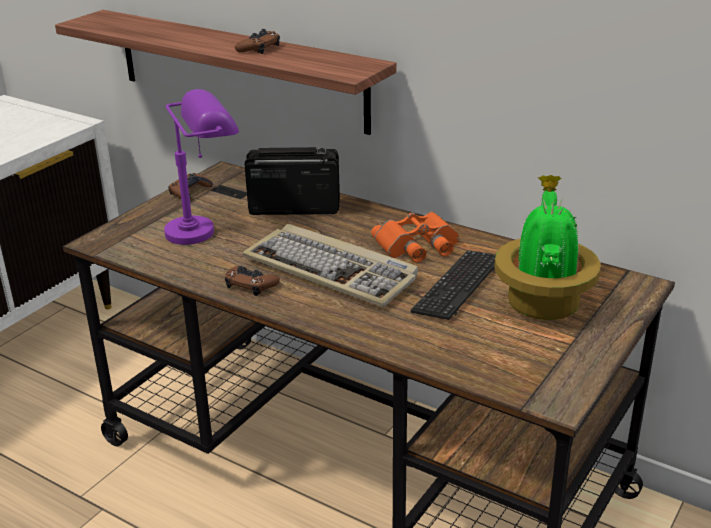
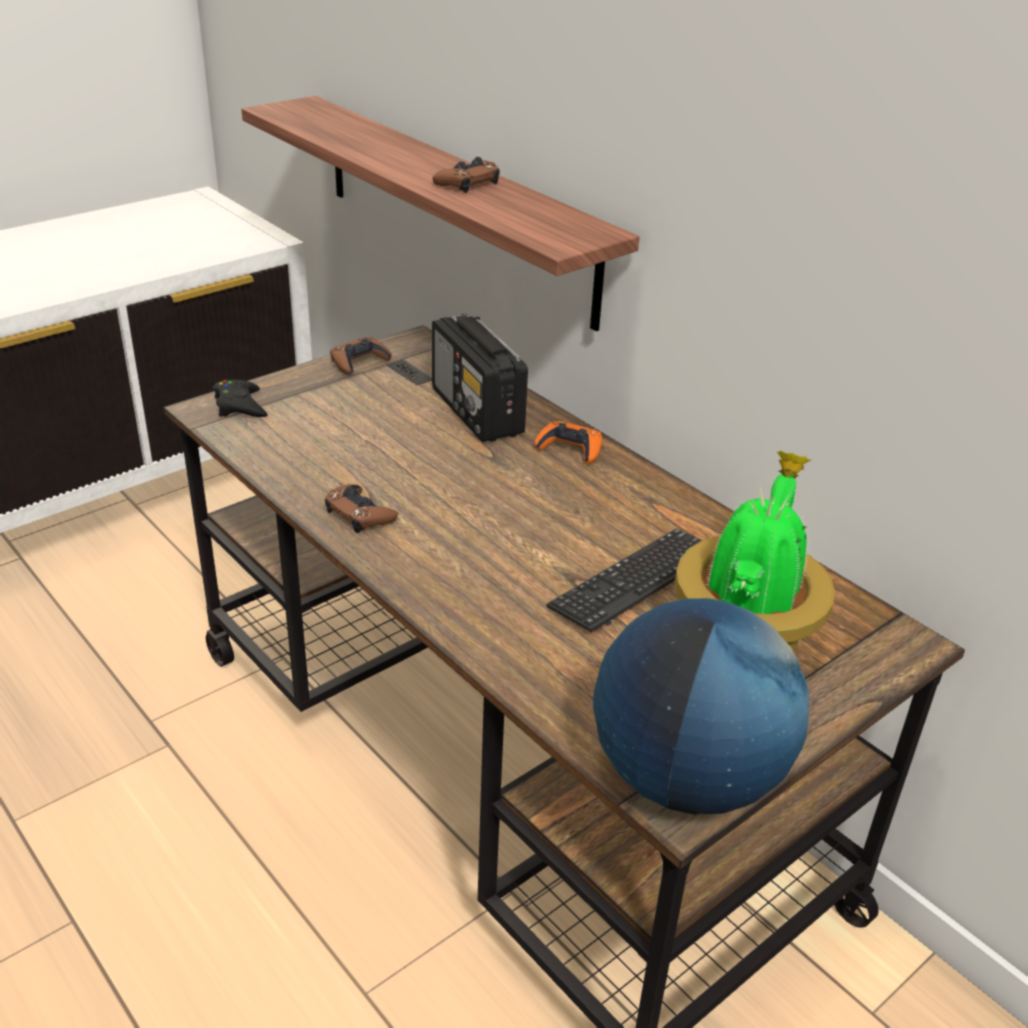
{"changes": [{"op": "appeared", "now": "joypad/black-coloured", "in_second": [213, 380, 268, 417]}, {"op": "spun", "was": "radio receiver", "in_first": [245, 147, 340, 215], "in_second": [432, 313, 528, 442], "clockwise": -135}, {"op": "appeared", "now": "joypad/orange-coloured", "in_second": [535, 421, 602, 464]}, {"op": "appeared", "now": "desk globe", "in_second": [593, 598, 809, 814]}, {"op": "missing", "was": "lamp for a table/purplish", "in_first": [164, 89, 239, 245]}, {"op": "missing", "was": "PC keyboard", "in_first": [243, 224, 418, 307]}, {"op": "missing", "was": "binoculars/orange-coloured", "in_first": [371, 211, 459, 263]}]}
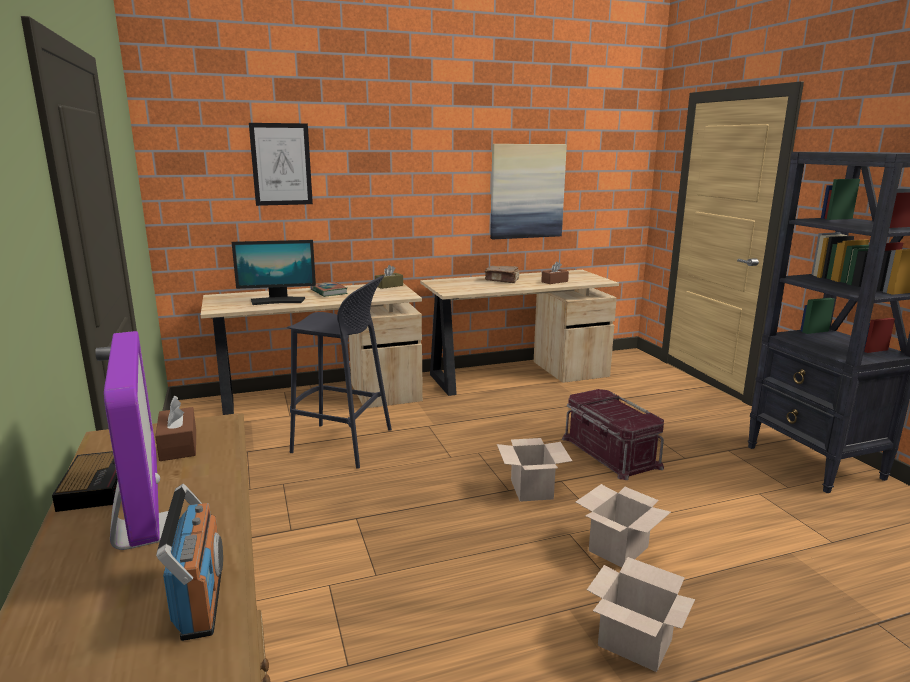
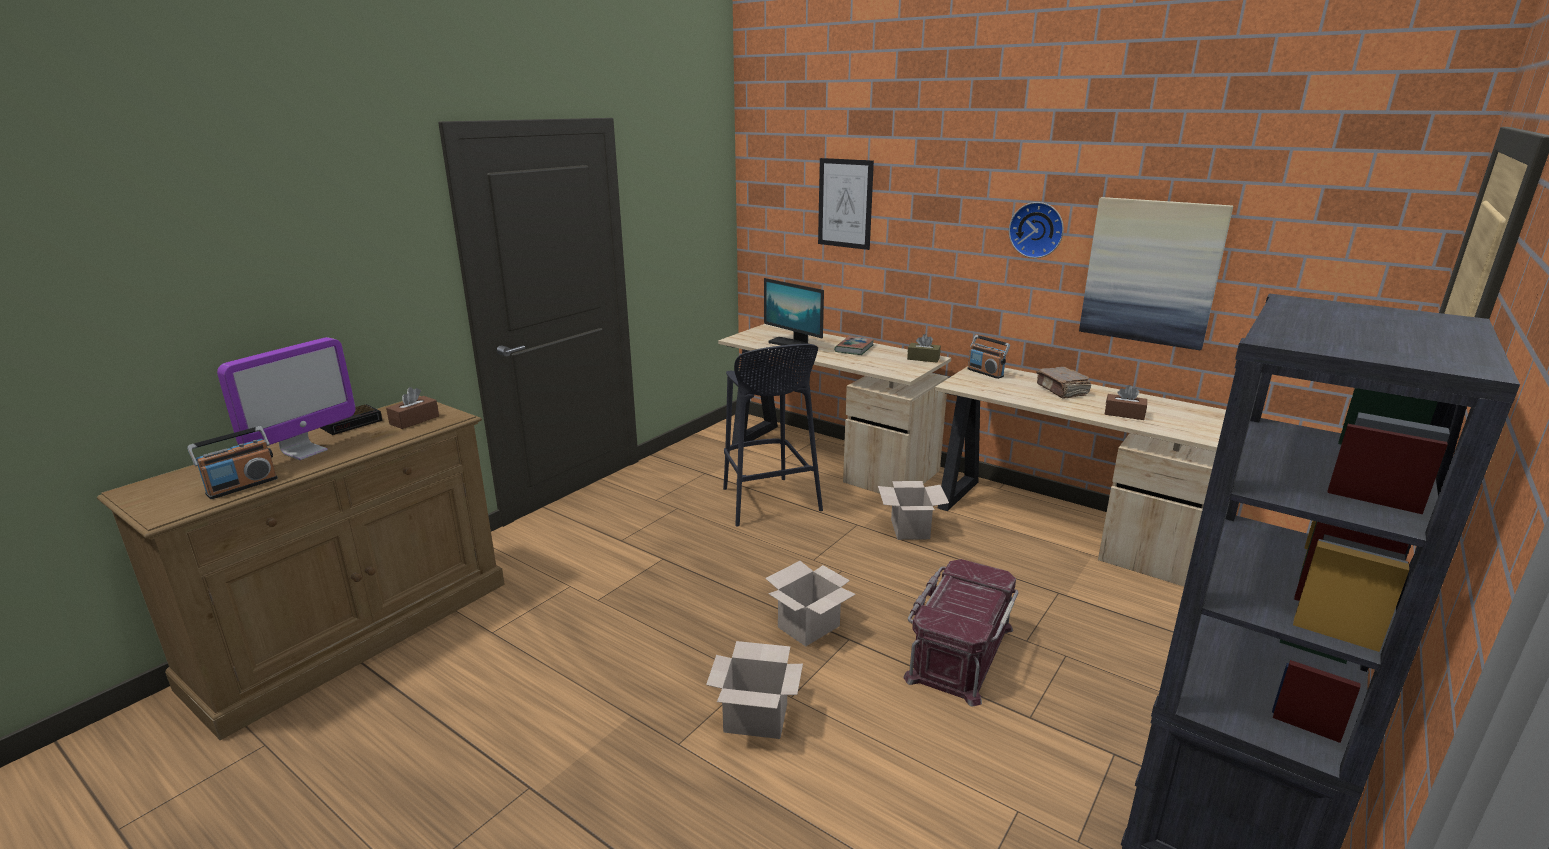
{"changes": [{"op": "relocated", "was": "carton", "in_first": [587, 557, 695, 672], "in_second": [878, 481, 949, 540]}, {"op": "appeared", "now": "radio receiver", "in_second": [967, 335, 1010, 379]}, {"op": "appeared", "now": "clock on the wall", "in_second": [1009, 202, 1064, 258]}]}
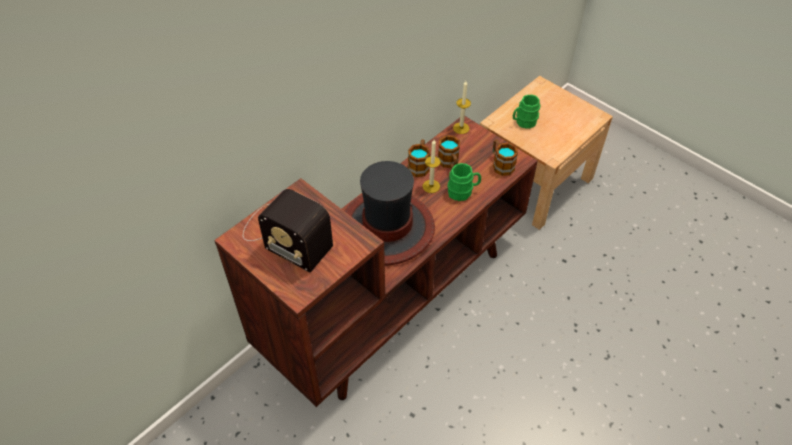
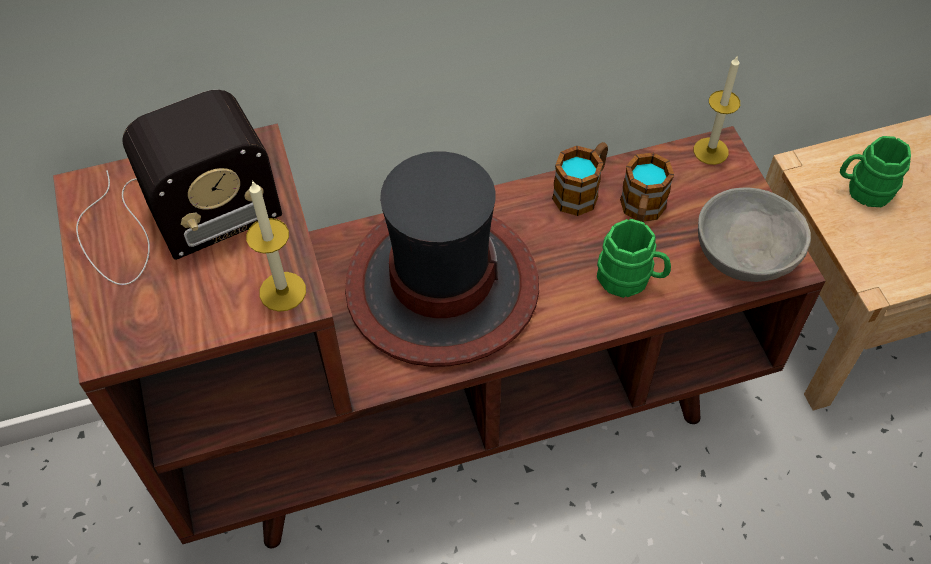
{"changes": [{"op": "spun", "was": "radio receiver", "in_first": [243, 189, 333, 272], "in_second": [76, 90, 282, 285], "clockwise": -90}, {"op": "relocated", "was": "wax light", "in_first": [422, 140, 441, 193], "in_second": [246, 180, 306, 312]}, {"op": "exchanged", "was": "coffee mug", "now": "serving bowl/grey", "in_first": [493, 140, 518, 176], "in_second": [698, 187, 811, 282]}]}
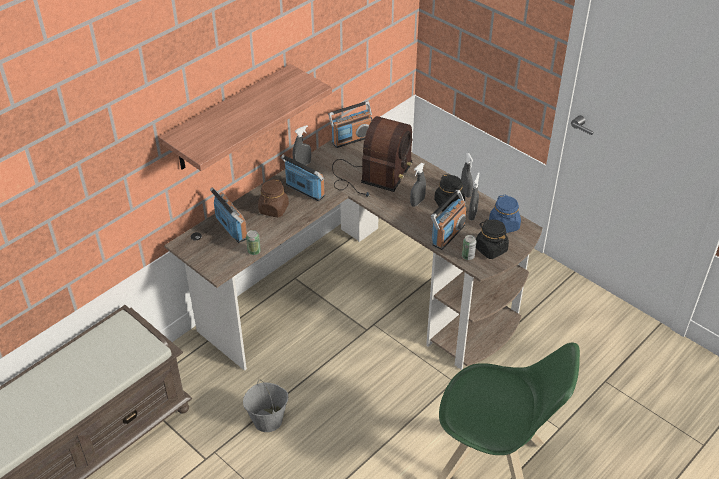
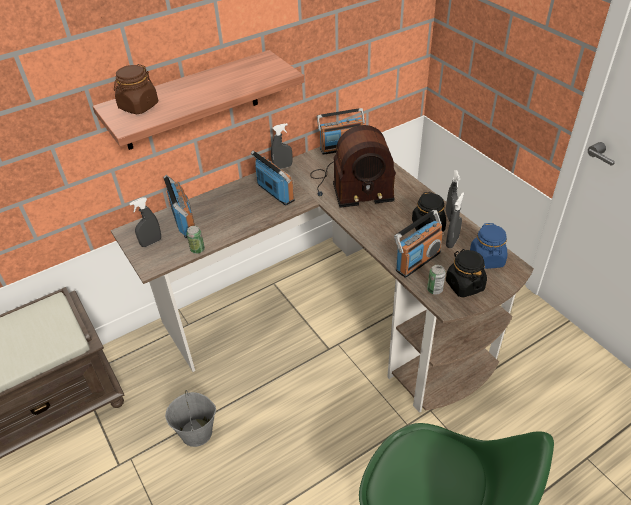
{"changes": [{"op": "relocated", "was": "storage jar/brownish", "in_first": [258, 179, 289, 217], "in_second": [114, 64, 158, 114]}, {"op": "relocated", "was": "sprayer/grey", "in_first": [410, 163, 426, 207], "in_second": [129, 197, 161, 247]}, {"op": "spun", "was": "radio receiver", "in_first": [332, 116, 413, 197], "in_second": [310, 125, 396, 208], "clockwise": 45}]}
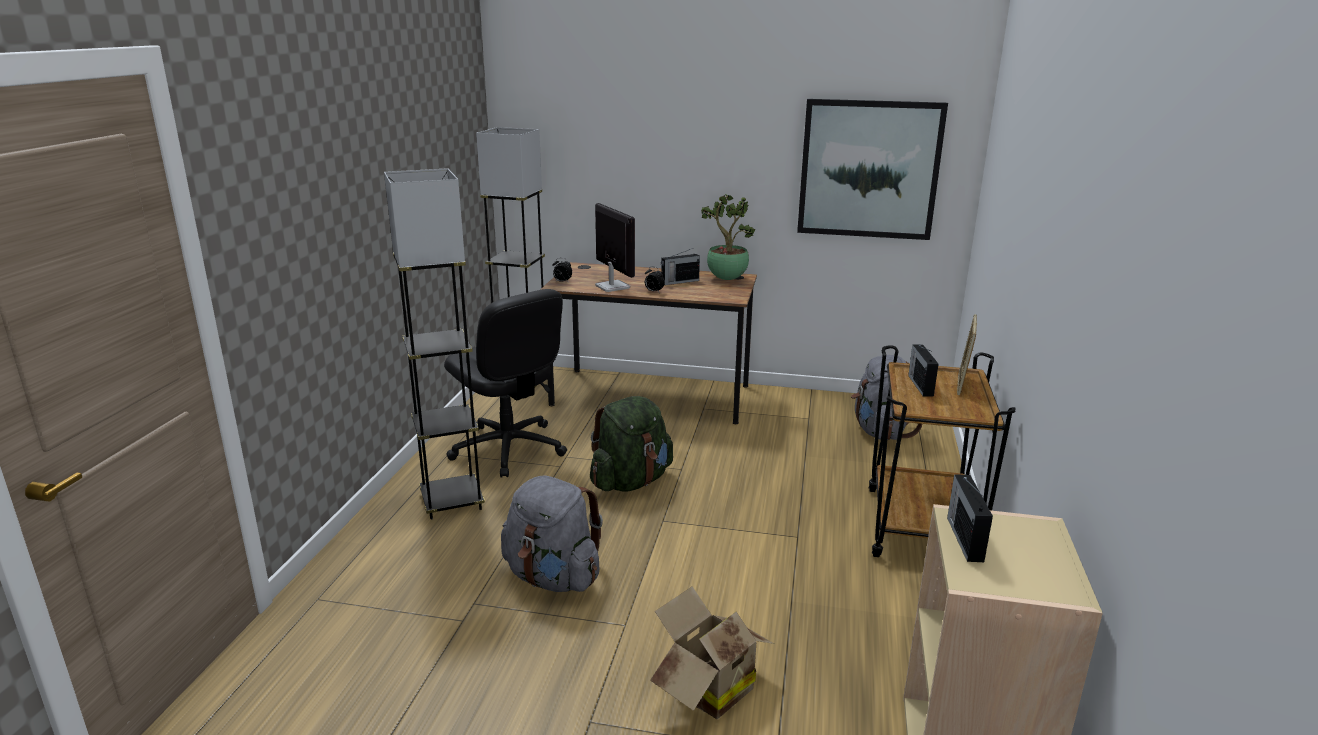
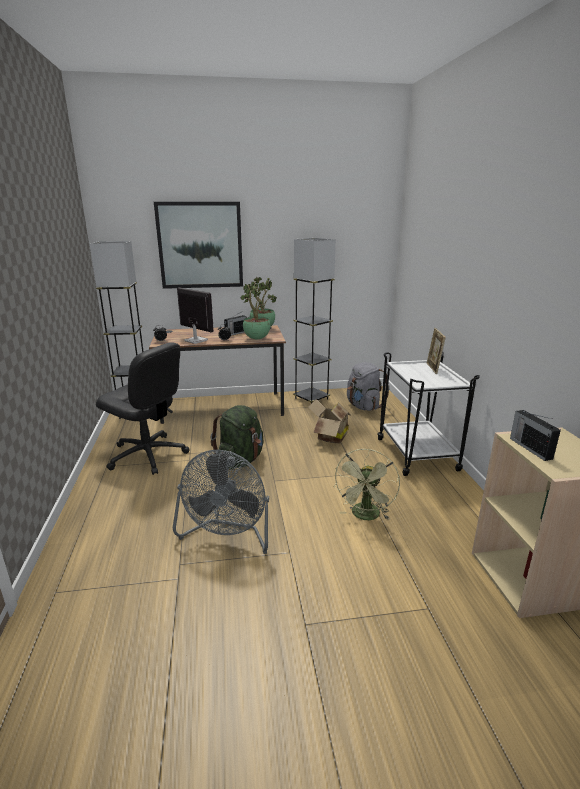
{"changes": [{"op": "relocated", "was": "wall art", "in_first": [797, 99, 948, 240], "in_second": [154, 202, 243, 289]}, {"op": "exchanged", "was": "knapsack/grey", "now": "electric fan/grey", "in_first": [501, 476, 603, 592], "in_second": [173, 449, 269, 554]}, {"op": "appeared", "now": "potted plant", "in_second": [240, 284, 270, 339]}, {"op": "relocated", "was": "standard lamp/grey", "in_first": [384, 168, 485, 519], "in_second": [293, 238, 336, 403]}, {"op": "relocated", "was": "carton", "in_first": [650, 587, 774, 719], "in_second": [308, 399, 350, 444]}, {"op": "appeared", "now": "electric fan/greenish", "in_second": [334, 449, 400, 520]}, {"op": "colour", "was": "cart/brownish", "now": "cart/white-coloured", "in_first": [869, 345, 1016, 557], "in_second": [378, 352, 480, 476]}, {"op": "missing", "was": "radio receiver", "in_first": [908, 344, 938, 396]}]}
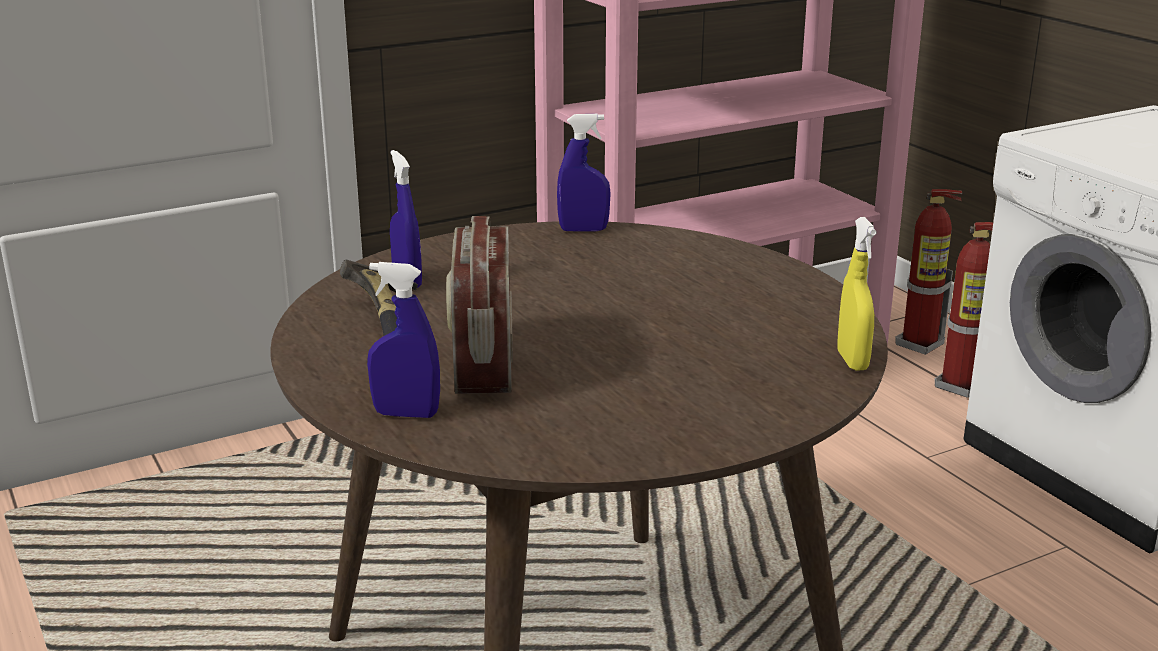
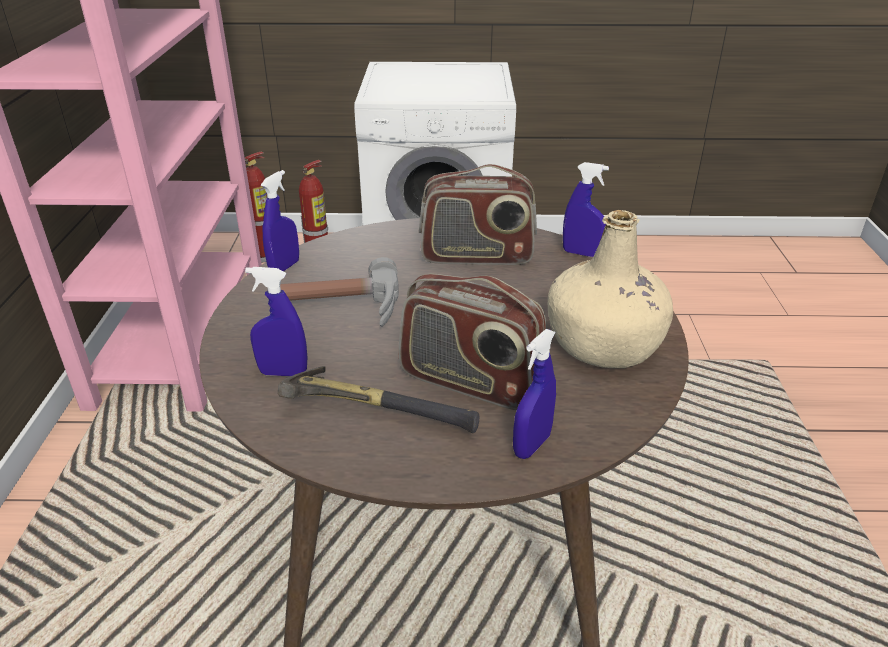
{"changes": [{"op": "appeared", "now": "hand hammer", "in_second": [280, 257, 399, 327]}, {"op": "appeared", "now": "radio receiver", "in_second": [419, 164, 537, 265]}, {"op": "appeared", "now": "drink bottle/sand-coloured", "in_second": [548, 210, 673, 368]}, {"op": "colour", "was": "sprayer/yellow", "now": "sprayer/blue-coloured", "in_first": [837, 217, 877, 371], "in_second": [563, 162, 609, 257]}]}
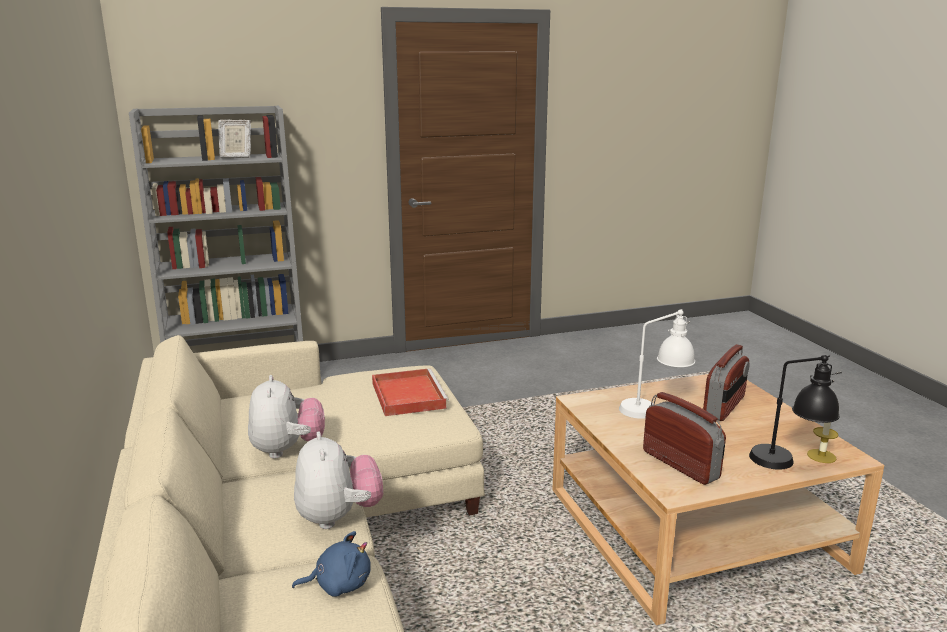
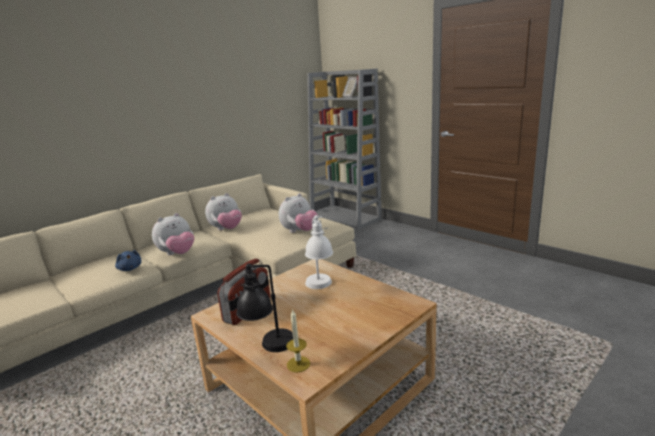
{"changes": [{"op": "exchanged", "was": "serving tray/reddish", "now": "plush toy", "in_first": [372, 368, 449, 416], "in_second": [279, 193, 318, 233]}, {"op": "missing", "was": "radio receiver", "in_first": [703, 344, 750, 421]}]}
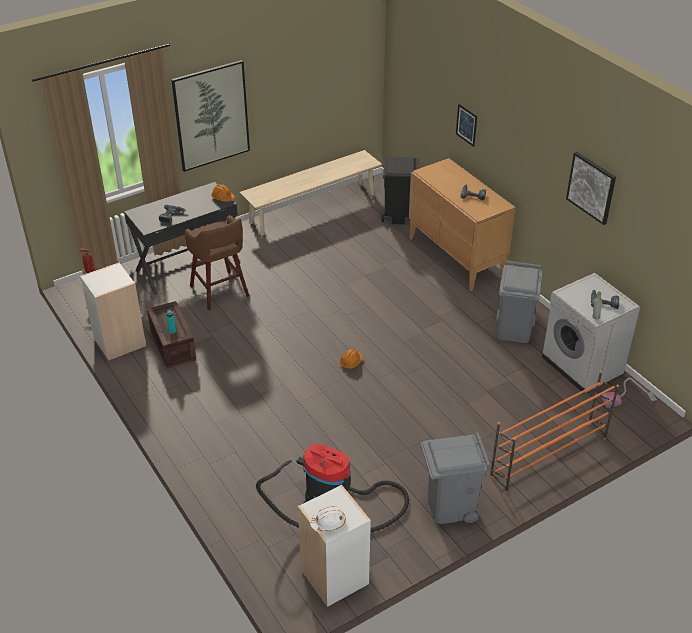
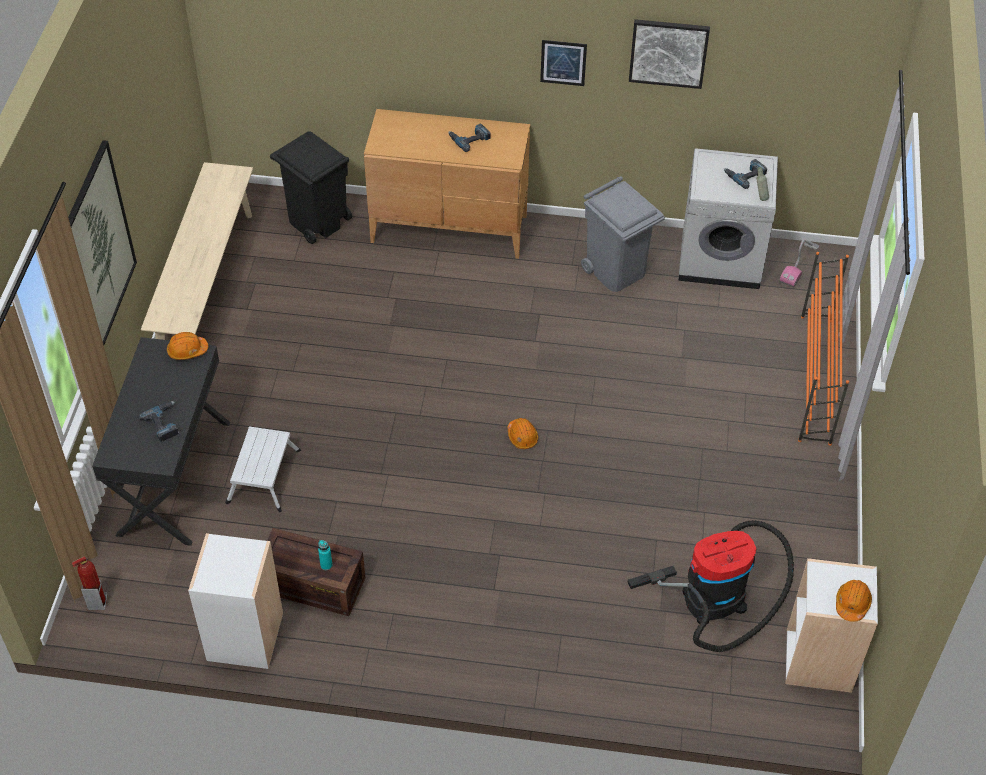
{"changes": [{"op": "exchanged", "was": "stool/brownish", "now": "stepladder/white-coloured", "in_first": [185, 215, 249, 310], "in_second": [225, 426, 301, 513]}, {"op": "relocated", "was": "wall art", "in_first": [456, 104, 477, 147], "in_second": [540, 40, 587, 86]}, {"op": "colour", "was": "hard hat/white-coloured", "now": "hard hat/orange-coloured", "in_first": [310, 506, 346, 532], "in_second": [836, 580, 872, 622]}, {"op": "missing", "was": "trash can/grey", "in_first": [421, 432, 490, 524]}]}
